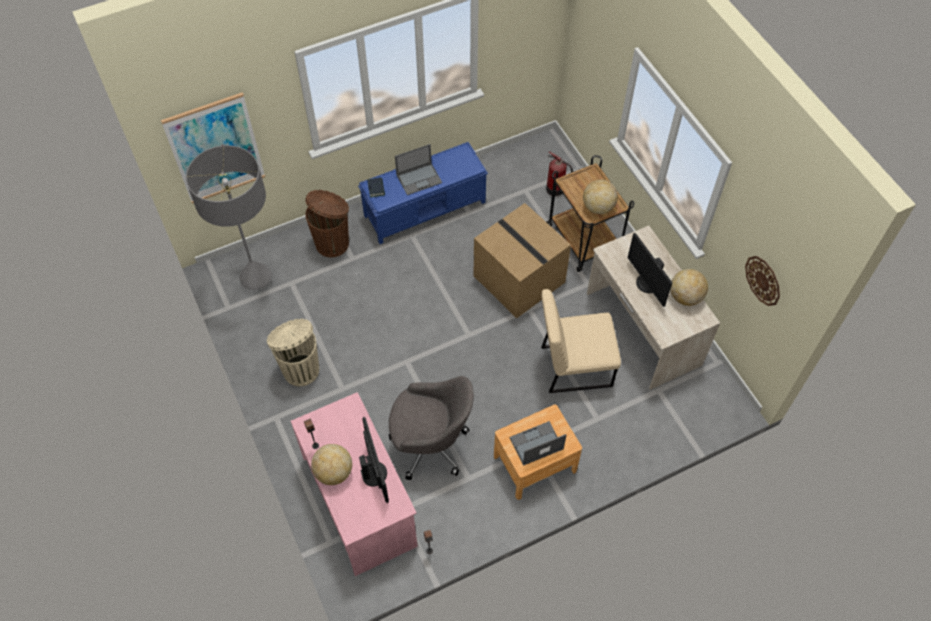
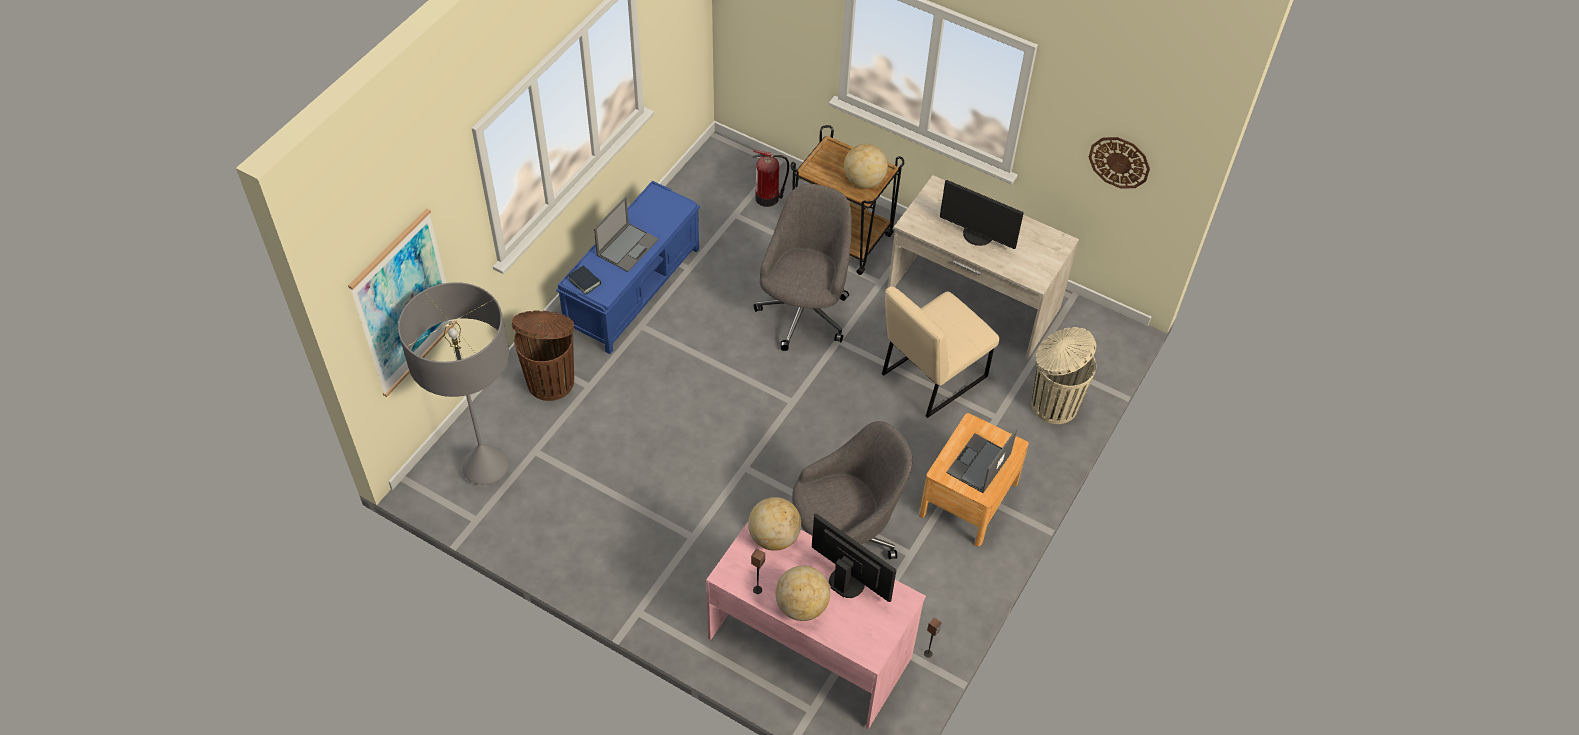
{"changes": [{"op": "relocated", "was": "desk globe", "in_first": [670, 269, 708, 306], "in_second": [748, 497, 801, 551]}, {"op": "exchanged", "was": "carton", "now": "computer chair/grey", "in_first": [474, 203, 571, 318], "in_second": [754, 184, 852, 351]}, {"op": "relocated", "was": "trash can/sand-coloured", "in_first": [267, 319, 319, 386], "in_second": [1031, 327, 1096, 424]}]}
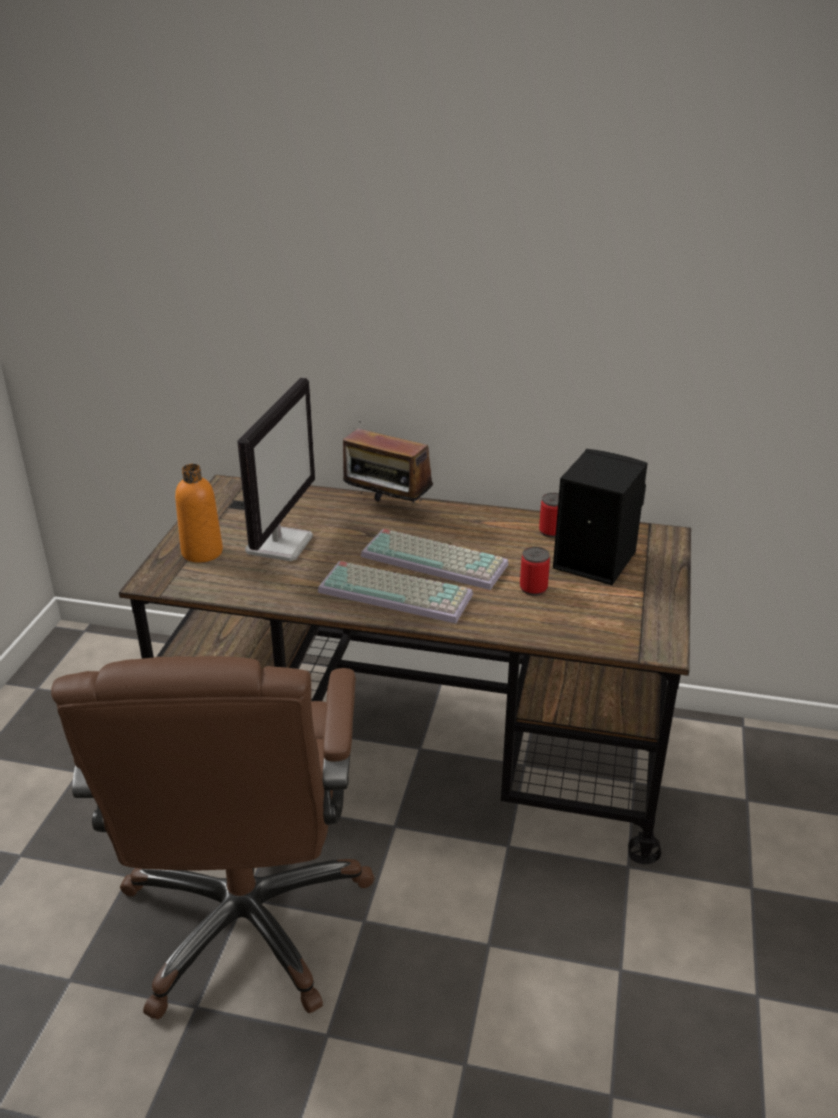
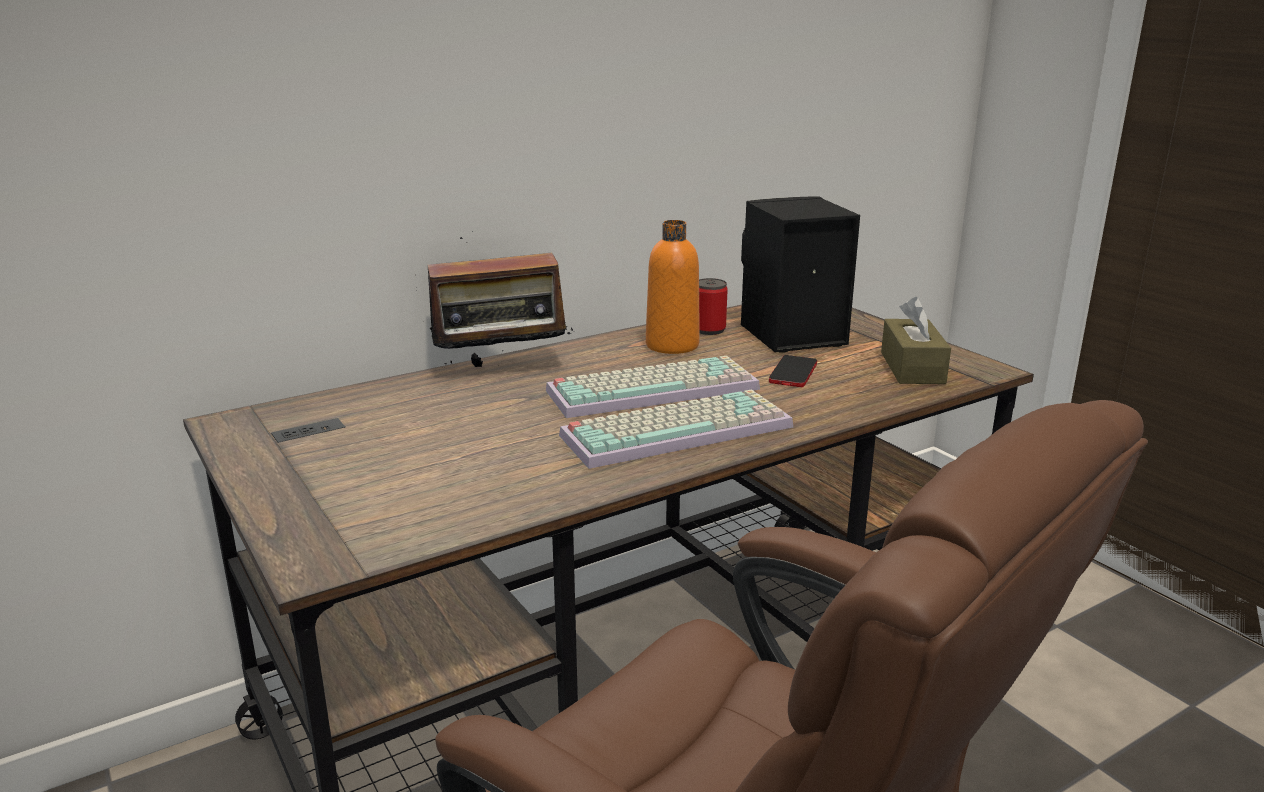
{"changes": [{"op": "relocated", "was": "drink bottle/orange-coloured", "in_first": [175, 464, 223, 563], "in_second": [646, 220, 700, 354]}, {"op": "exchanged", "was": "metal can", "now": "handset", "in_first": [520, 547, 550, 596], "in_second": [769, 355, 817, 387]}, {"op": "appeared", "now": "tissue holder/brownish", "in_second": [881, 297, 951, 384]}, {"op": "missing", "was": "monitor", "in_first": [237, 377, 315, 561]}]}
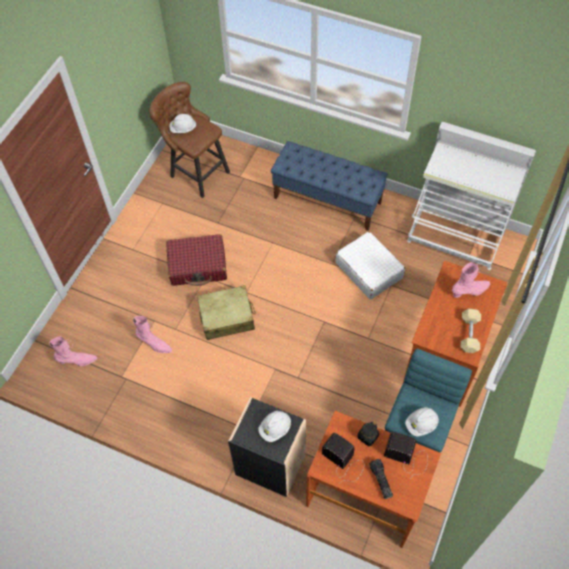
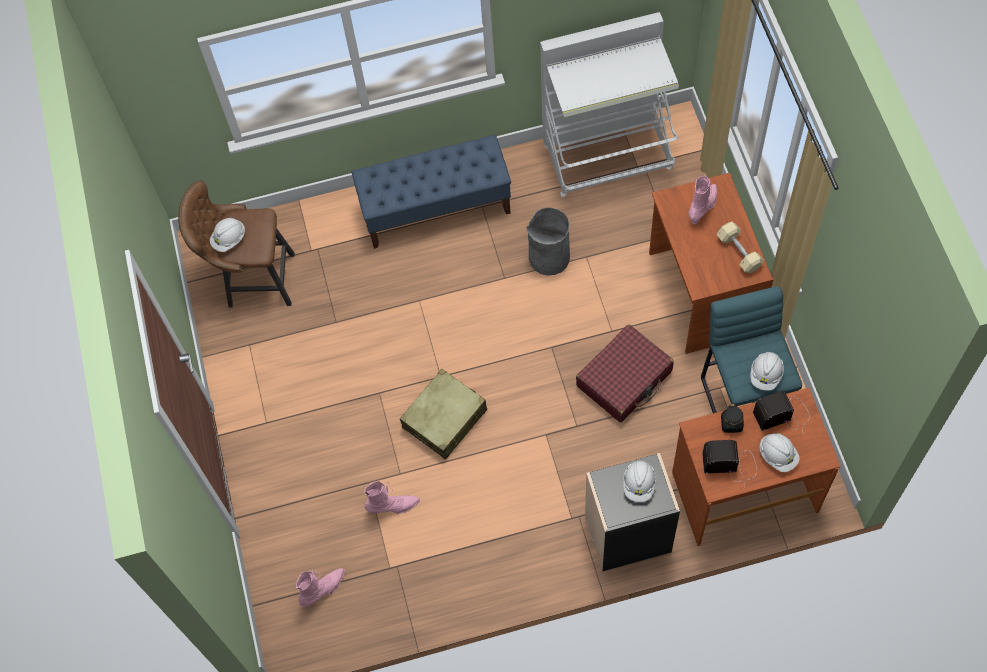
{"changes": [{"op": "exchanged", "was": "piece of luggage/white-coloured", "now": "trash can/grey", "in_first": [336, 232, 405, 300], "in_second": [527, 207, 570, 275]}, {"op": "relocated", "was": "piece of luggage/reddish", "in_first": [166, 234, 227, 286], "in_second": [576, 324, 674, 422]}, {"op": "exchanged", "was": "flashlight", "now": "hard hat/white-coloured", "in_first": [369, 459, 393, 499], "in_second": [760, 433, 800, 472]}]}
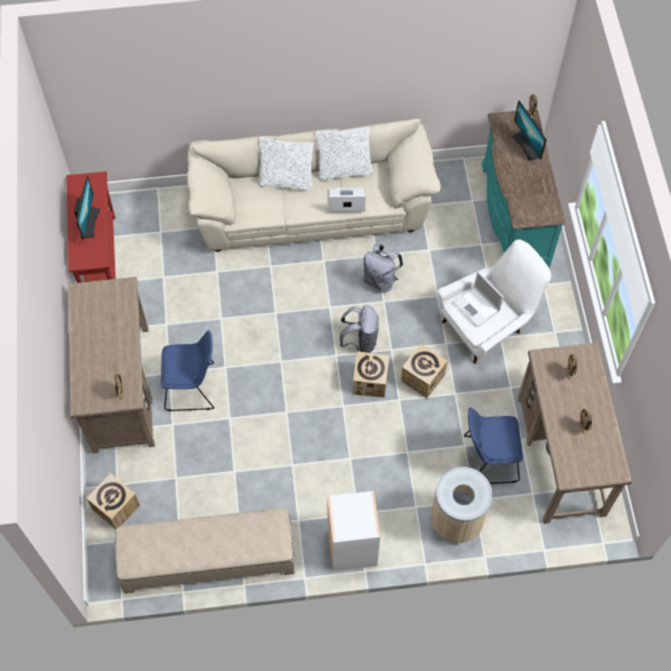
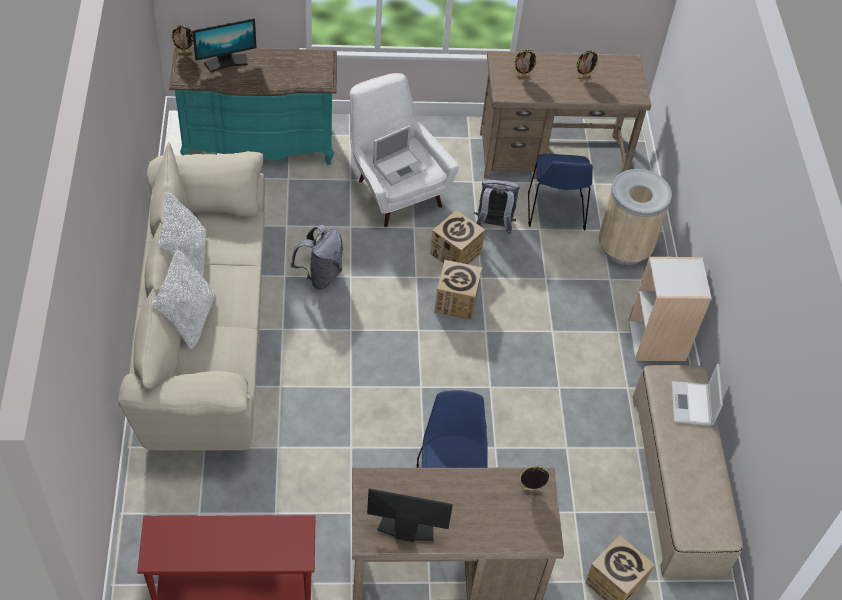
{"changes": [{"op": "relocated", "was": "monitor", "in_first": [74, 176, 100, 240], "in_second": [367, 488, 453, 542]}, {"op": "relocated", "was": "knapsack/grey", "in_first": [340, 305, 379, 353], "in_second": [474, 179, 520, 235]}, {"op": "relocated", "was": "laptop", "in_first": [329, 188, 366, 212], "in_second": [671, 364, 723, 426]}]}
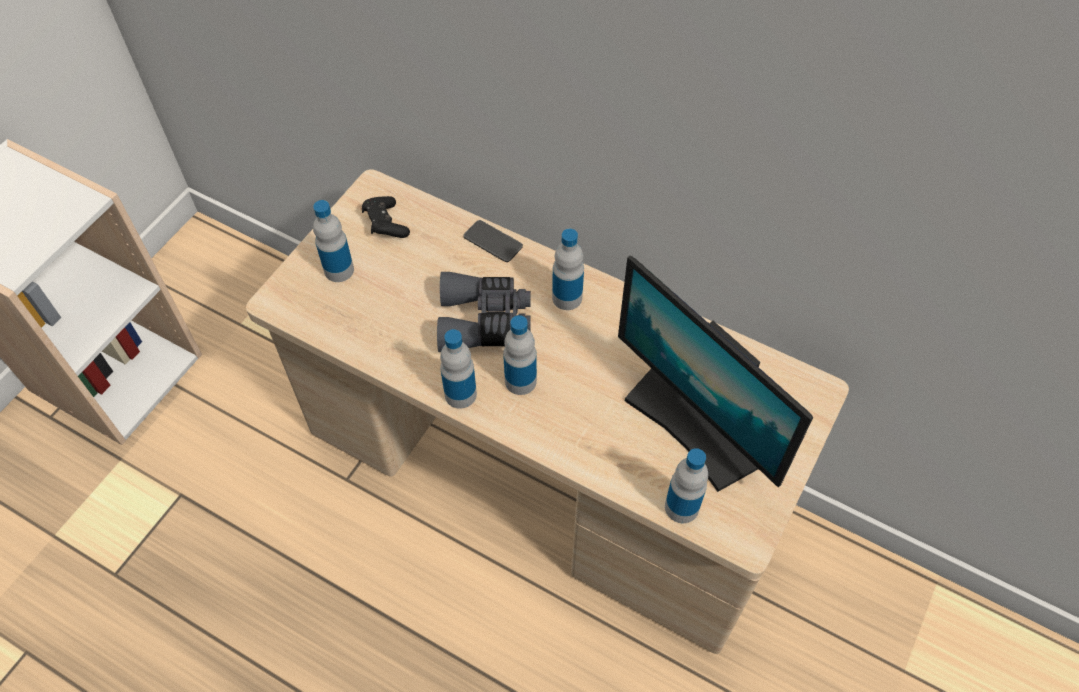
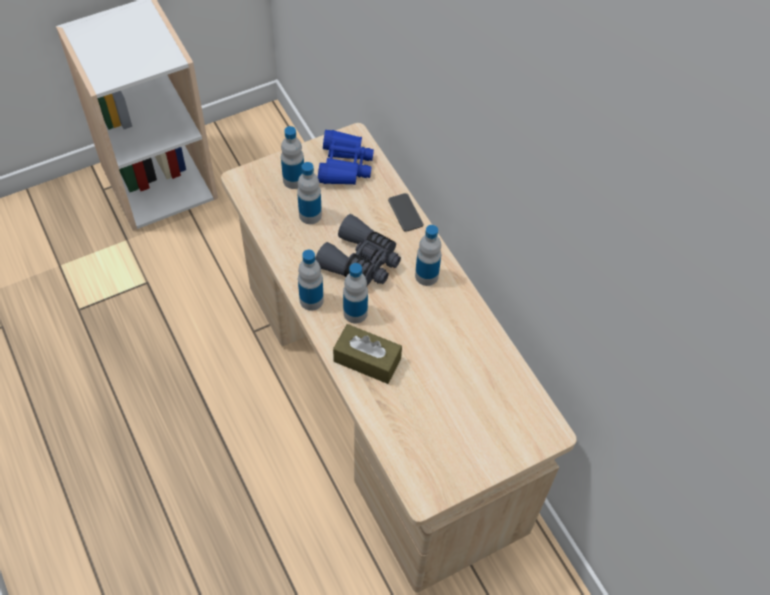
{"changes": [{"op": "relocated", "was": "drink bottle", "in_first": [665, 448, 708, 523], "in_second": [297, 162, 322, 224]}, {"op": "exchanged", "was": "joypad/black-coloured", "now": "binoculars/blue-coloured", "in_first": [362, 196, 410, 238], "in_second": [318, 130, 374, 185]}, {"op": "appeared", "now": "tissue holder/brownish", "in_second": [333, 324, 402, 384]}, {"op": "missing", "was": "monitor", "in_first": [618, 256, 813, 492]}]}
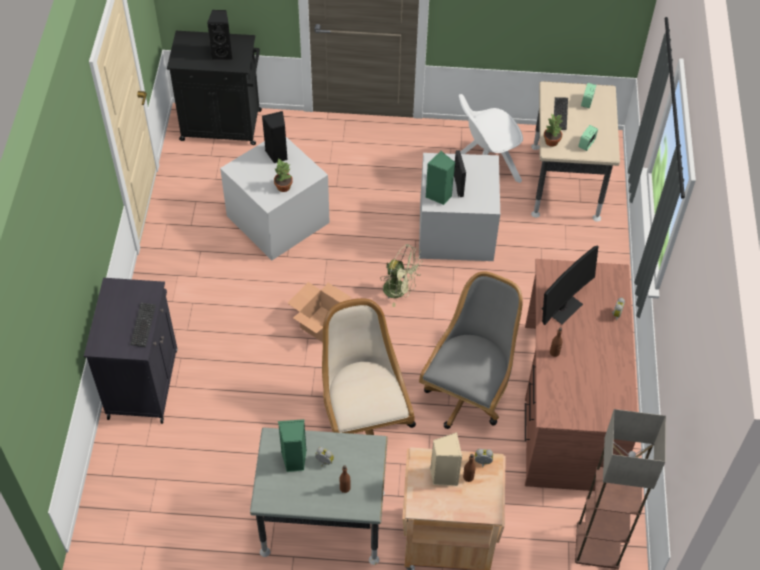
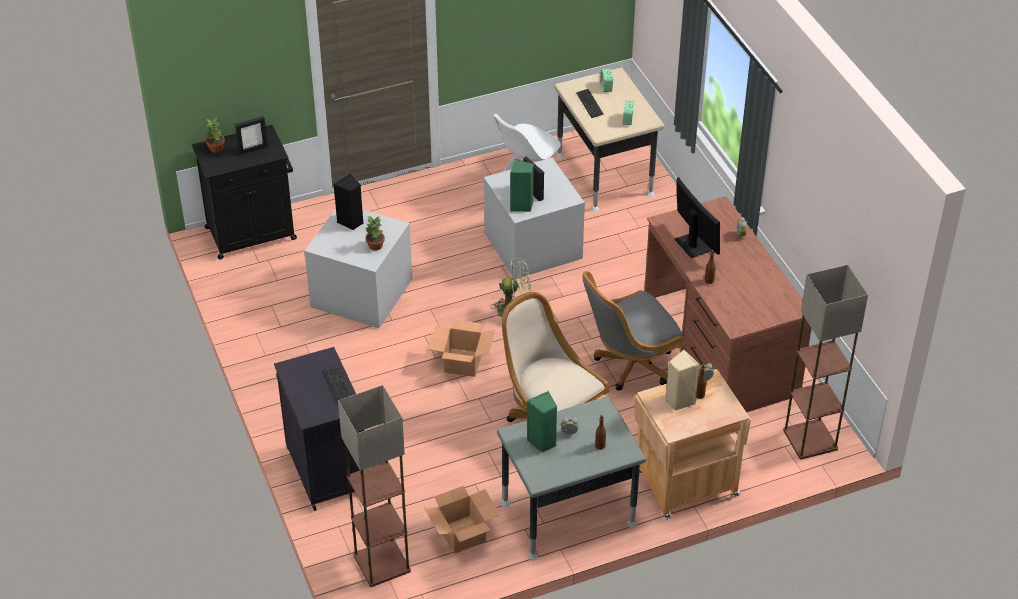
{"changes": [{"op": "relocated", "was": "potted plant", "in_first": [544, 114, 563, 147], "in_second": [205, 117, 225, 153]}, {"op": "exchanged", "was": "loudspeaker/black-coloured", "now": "photo frame", "in_first": [207, 10, 233, 60], "in_second": [235, 116, 268, 155]}, {"op": "appeared", "now": "standard lamp", "in_second": [338, 385, 411, 587]}, {"op": "appeared", "now": "carton", "in_second": [424, 486, 501, 554]}, {"op": "spun", "was": "computer chair/grey", "in_first": [419, 271, 523, 429], "in_second": [583, 271, 684, 390], "clockwise": -120}, {"op": "spun", "was": "monitor", "in_first": [541, 246, 598, 325], "in_second": [674, 177, 720, 258], "clockwise": -45}]}
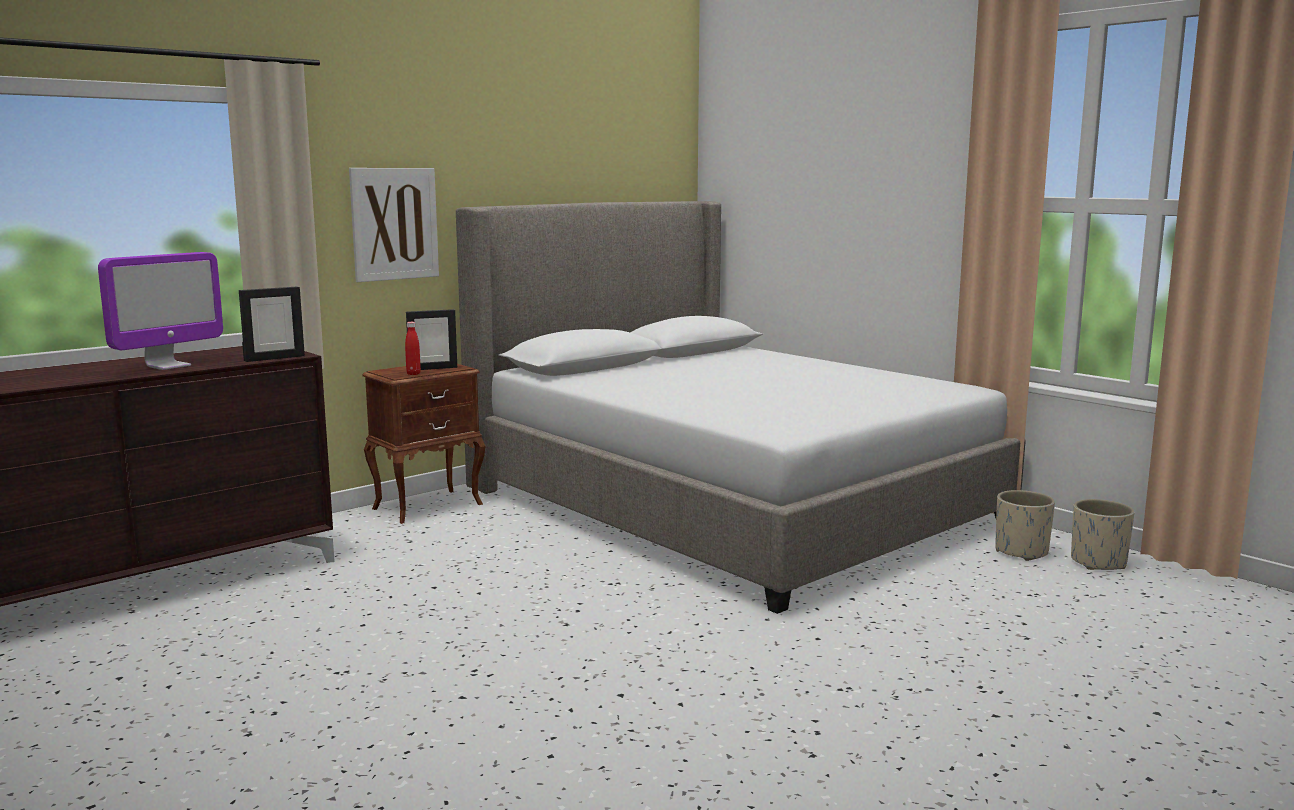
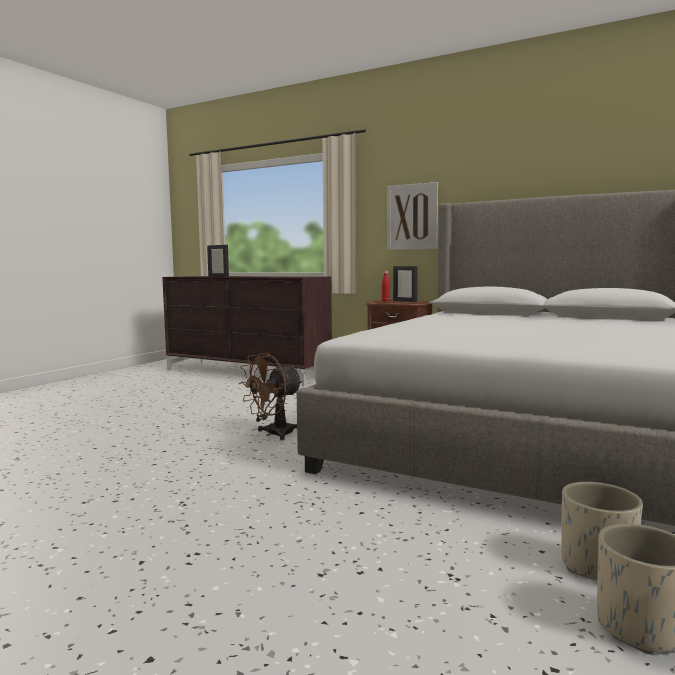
{"changes": [{"op": "relocated", "was": "photo frame", "in_first": [239, 287, 305, 362], "in_second": [207, 245, 229, 277]}, {"op": "appeared", "now": "electric fan/brownish", "in_second": [239, 353, 303, 440]}, {"op": "missing", "was": "monitor", "in_first": [98, 252, 223, 370]}]}
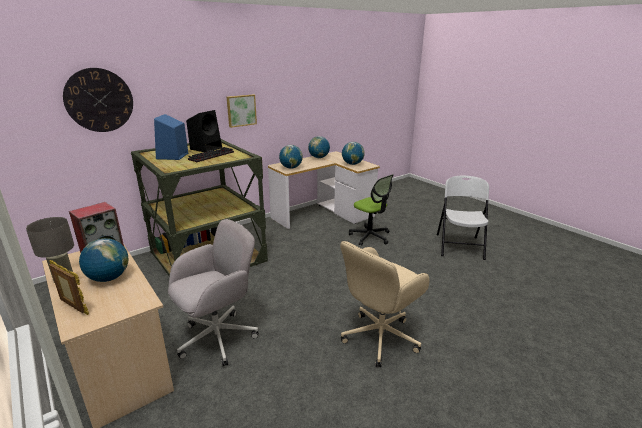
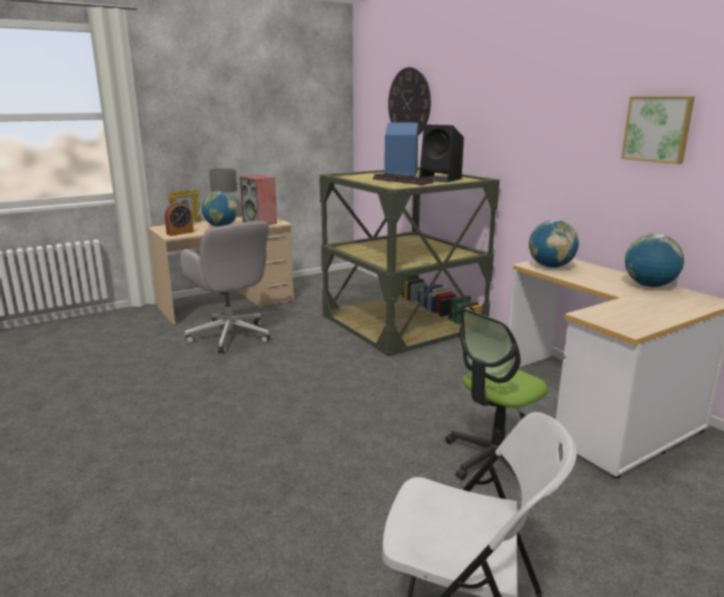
{"changes": [{"op": "appeared", "now": "table clock", "in_second": [165, 202, 194, 236]}, {"op": "relocated", "was": "wall art", "in_first": [227, 94, 257, 128], "in_second": [621, 97, 695, 164]}, {"op": "missing", "was": "computer chair/sand-coloured", "in_first": [340, 241, 430, 367]}, {"op": "missing", "was": "desk globe", "in_first": [342, 142, 365, 165]}]}
